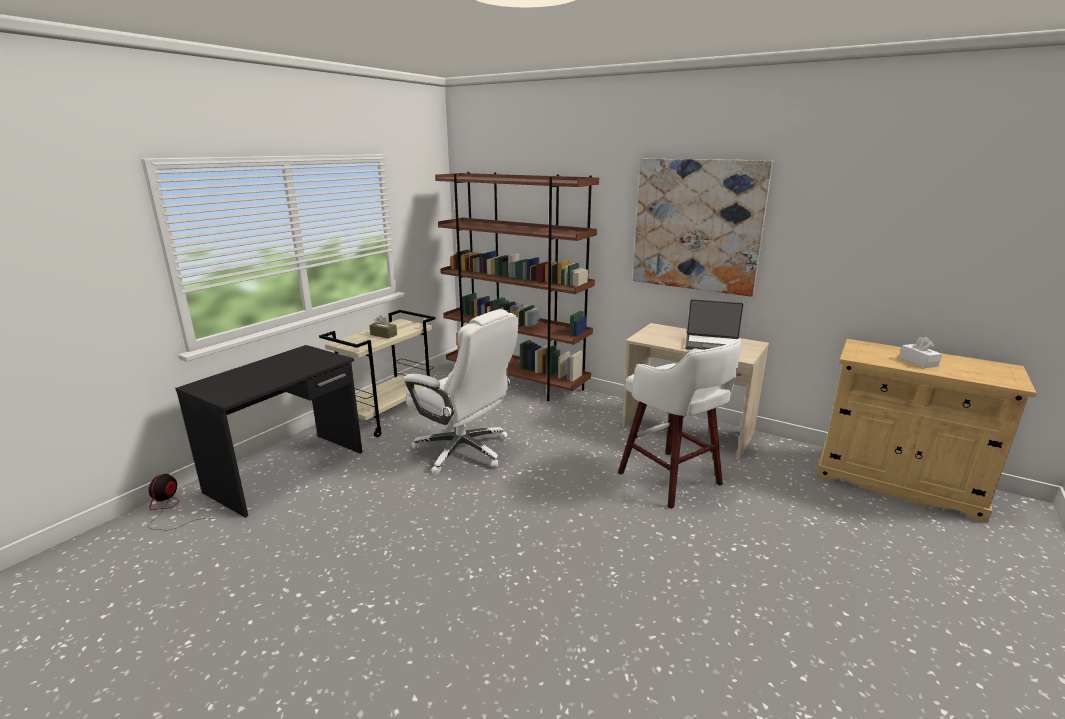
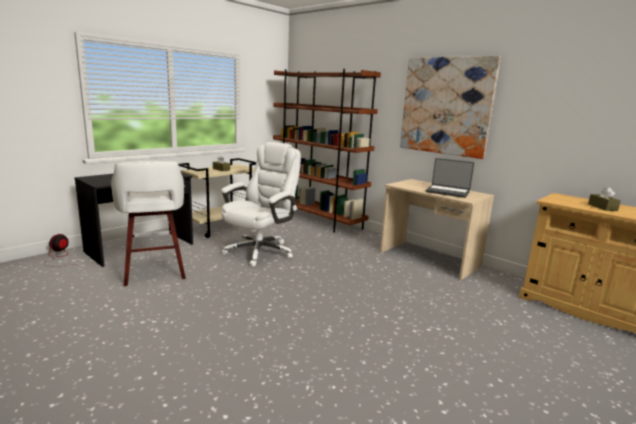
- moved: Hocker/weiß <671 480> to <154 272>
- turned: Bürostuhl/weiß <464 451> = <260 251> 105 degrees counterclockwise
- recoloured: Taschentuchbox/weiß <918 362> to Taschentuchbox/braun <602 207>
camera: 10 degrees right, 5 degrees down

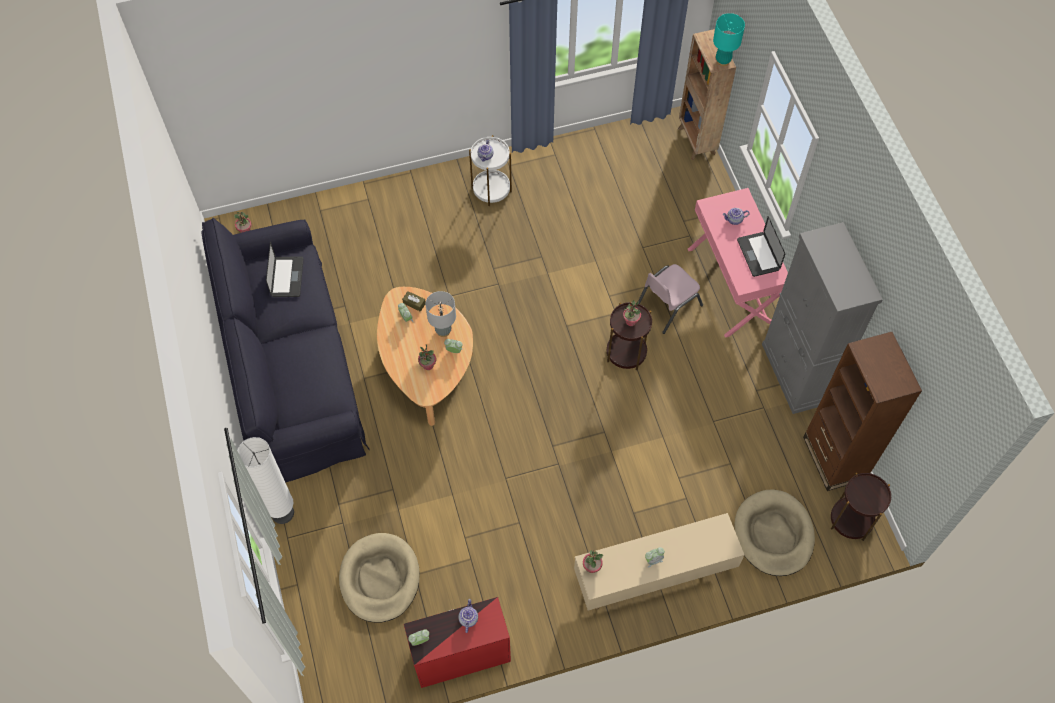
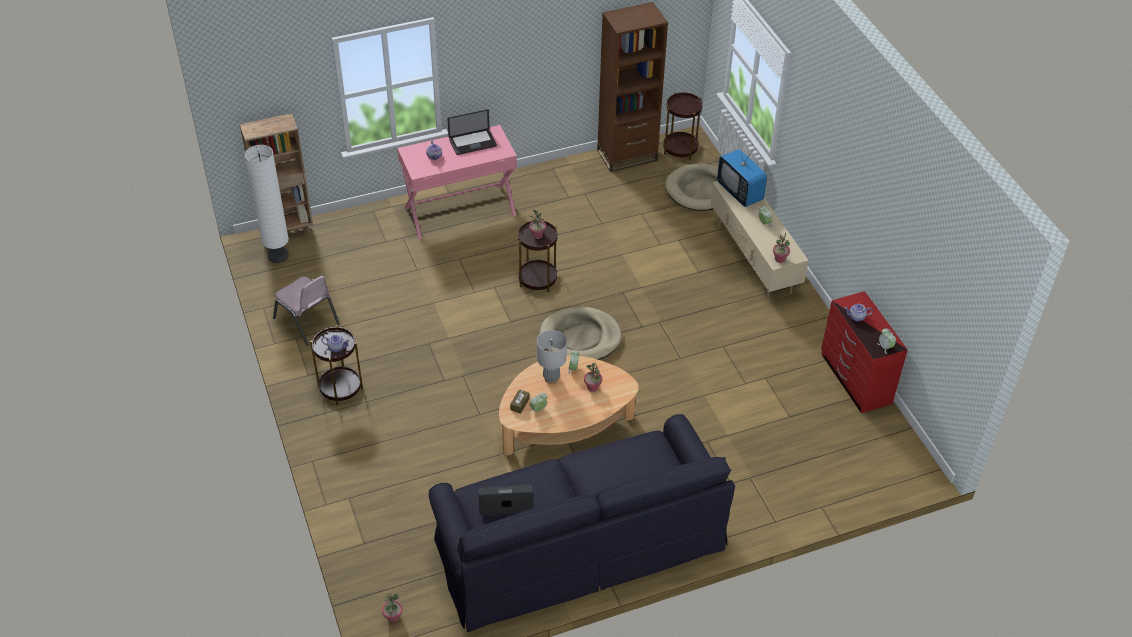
- moved: Stehlampe/weiß <282 513> to <278 256>
- moved: Stuhl/rosa <668 306> to <307 321>
- recoloured: Beistelltisch/weiß <491 189> to Beistelltisch/braun <340 388>
- moved: Hundebett/beige <380 579> to <580 338>
- added: Fernseher <740 192>
- removed: Tischlampe/türkis <722 61>
- removed: Schrank/grau <796 373>
camera: 95 degrees left, 15 degrees down

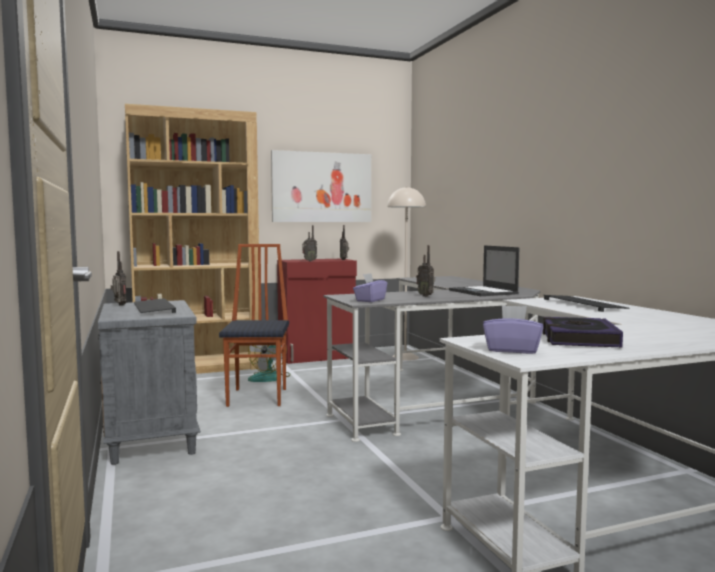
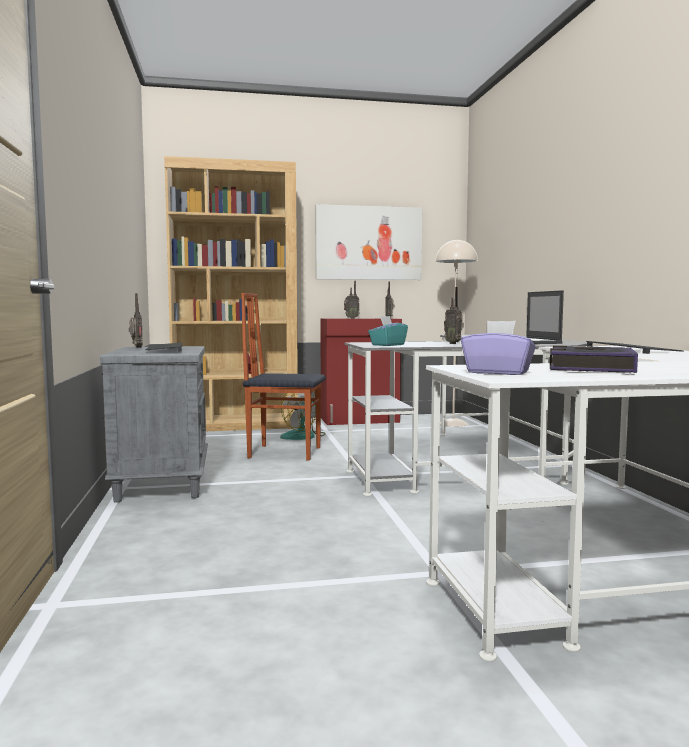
- turned: Stuhl <258 397> = <284 452> 90 degrees counterclockwise
- recoloured: Taschentuchbox/lila <370 300> to Taschentuchbox/türkis <387 345>
camera: 10 degrees right, 0 degrees up

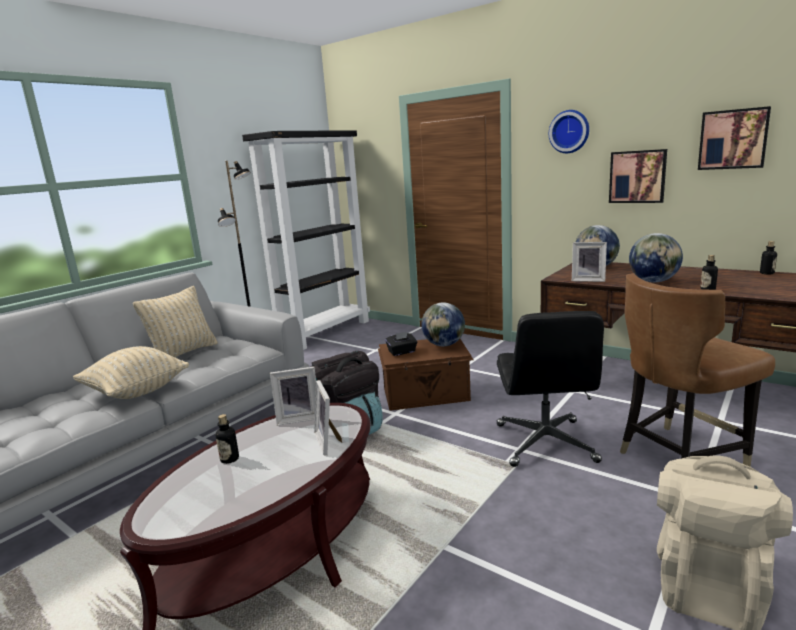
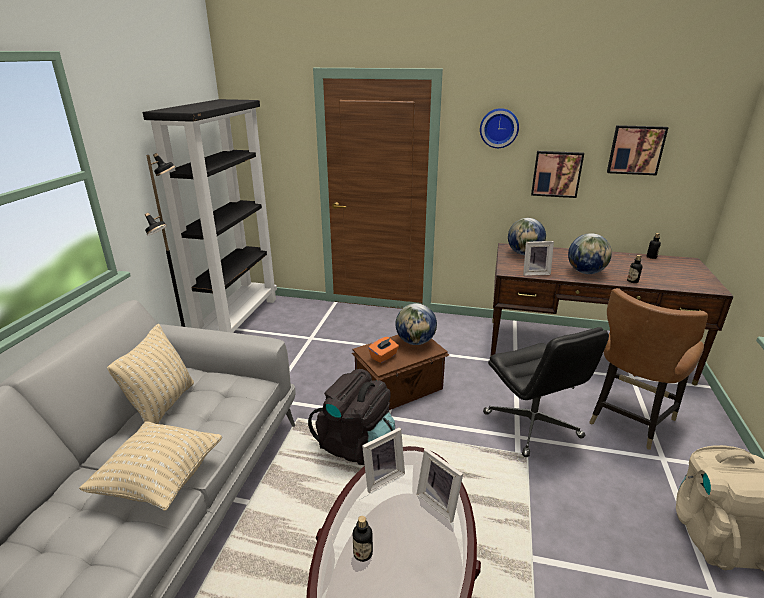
- recoloured: Taschentuchbox/schwarz <402 352> to Taschentuchbox/orange <383 356>
camera: 25 degrees left, 10 degrees up

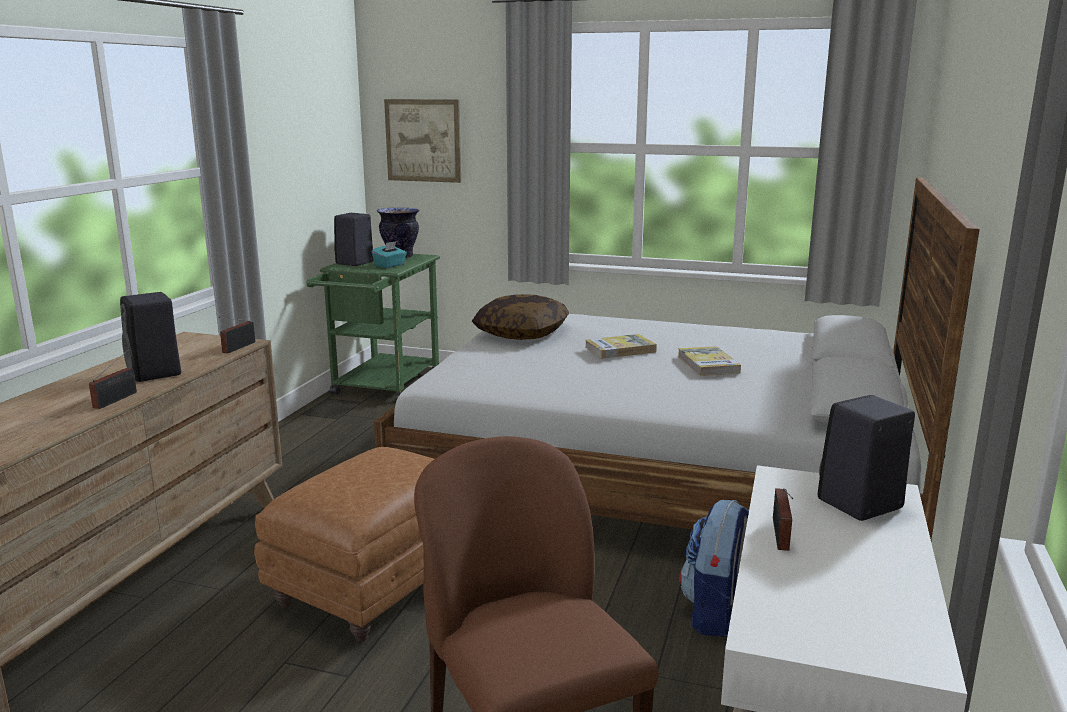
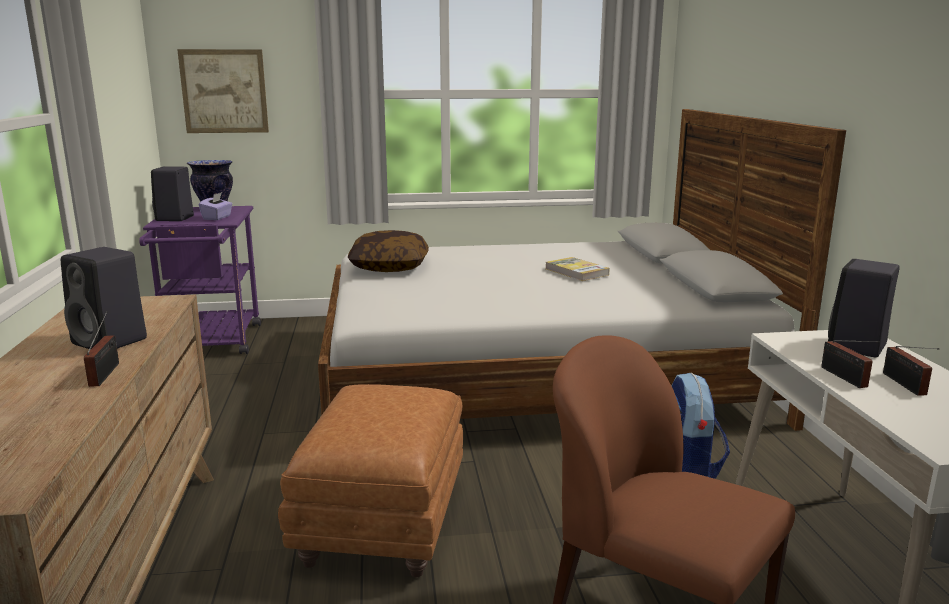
- recoloured: Rollwagen/grün <382 387> to Rollwagen/lila <212 344>
- recoloured: Taschentuchbox/türkis <390 265> to Taschentuchbox/lila <217 218>
- moved: Radio <237 348> to <905 385>
- removed: Buch <620 350>
camera: 25 degrees left, 0 degrees up

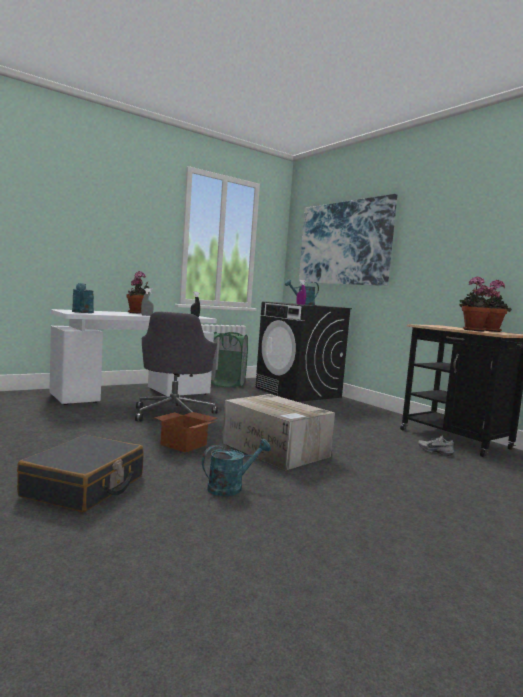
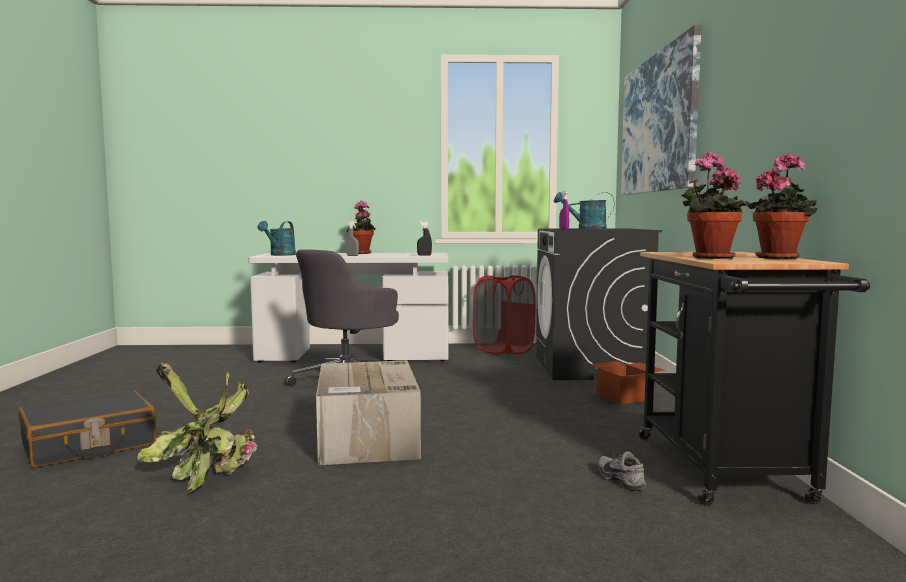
- replaced: Gießkanne/türkis <231 487> to Topfpflanze <209 472>
- recoloured: Wäschekorb/grün <226 384> to Wäschekorb/rot <503 350>
- moved: Karton <185 444> to <624 397>
camera: 35 degrees right, 0 degrees up

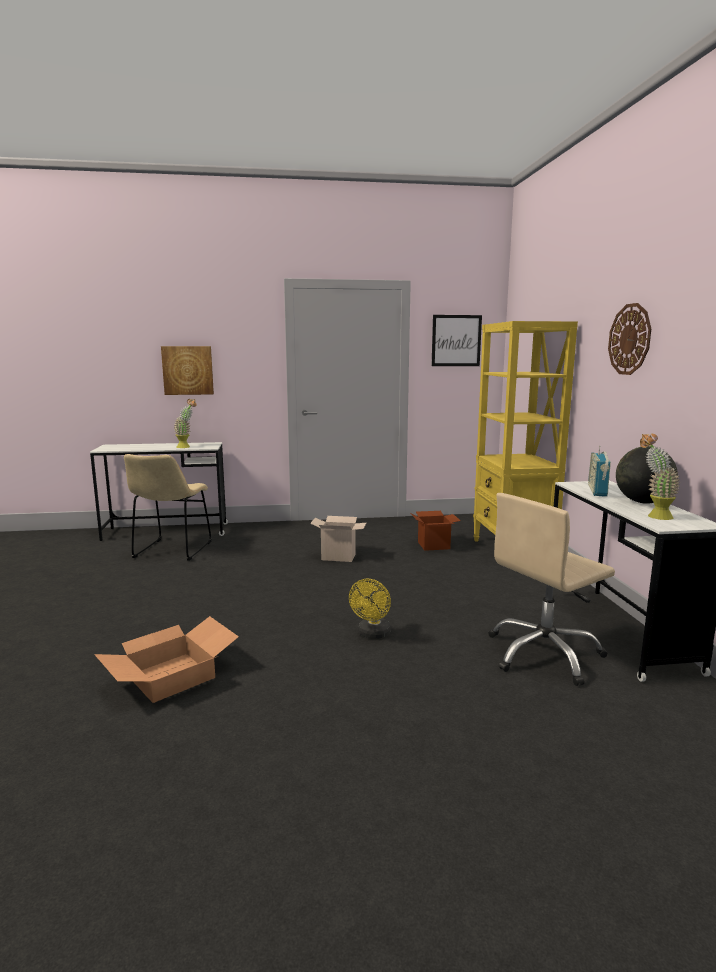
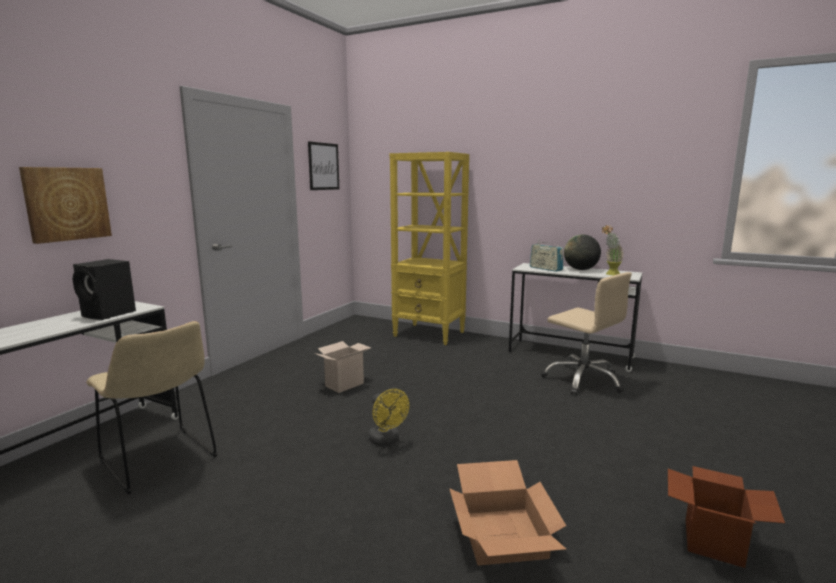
- replaced: Topfpflanze <187 447> to Lautsprecher/schwarz <109 314>
- moved: Ventilator/gelb <372 634> to <387 441>
- turned: Bürostuhl/beige <544 654> = <583 380> 45 degrees counterclockwise
- moved: Karton <433 545> to <713 542>
- removed: Wanduhr <629 339>
camera: 55 degrees left, 0 degrees up

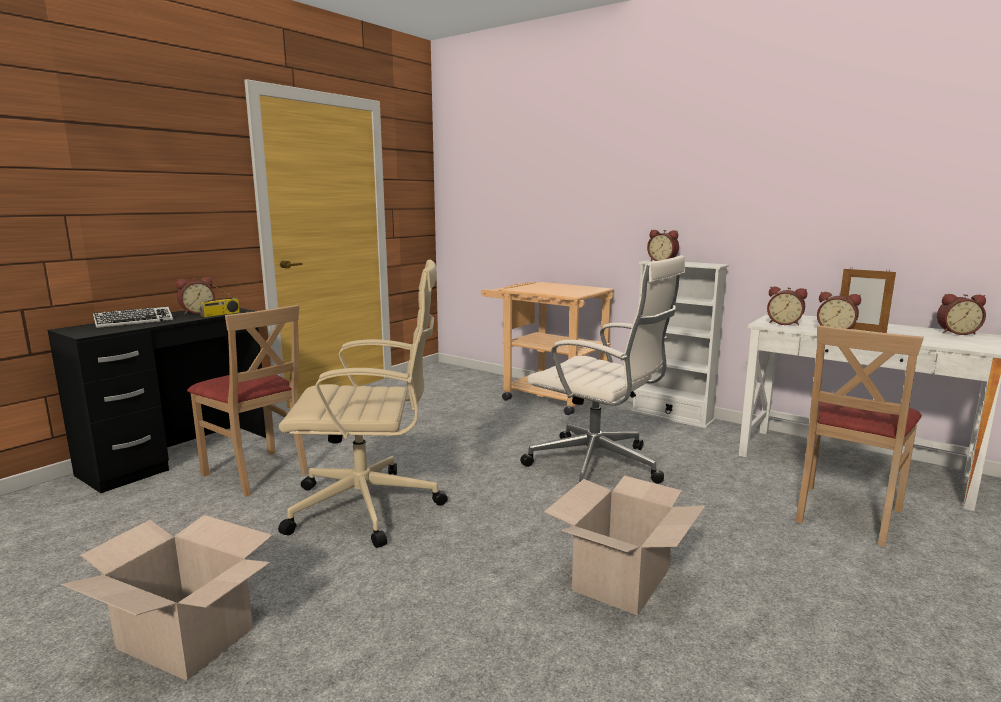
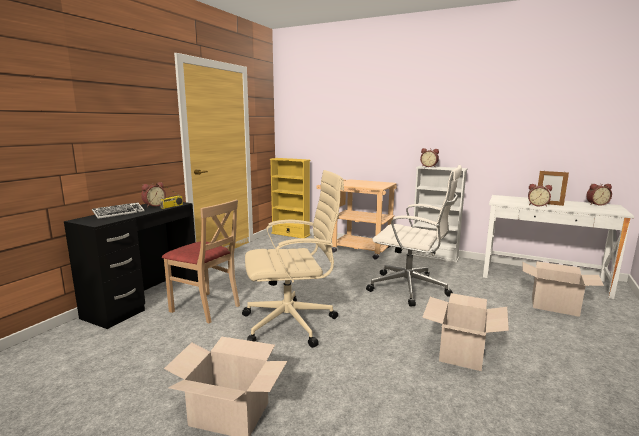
- added: Bücherregal/gelb <290 234>
- replaced: Stuhl/beige <845 514> to Karton <554 306>
- removed: Wecker <784 323>
camera: 10 degrees left, 0 degrees up

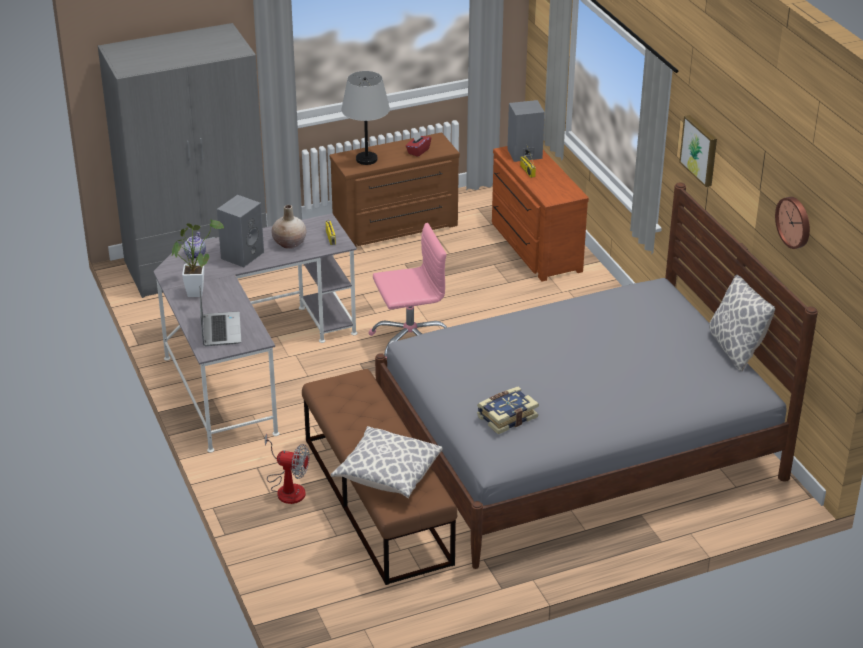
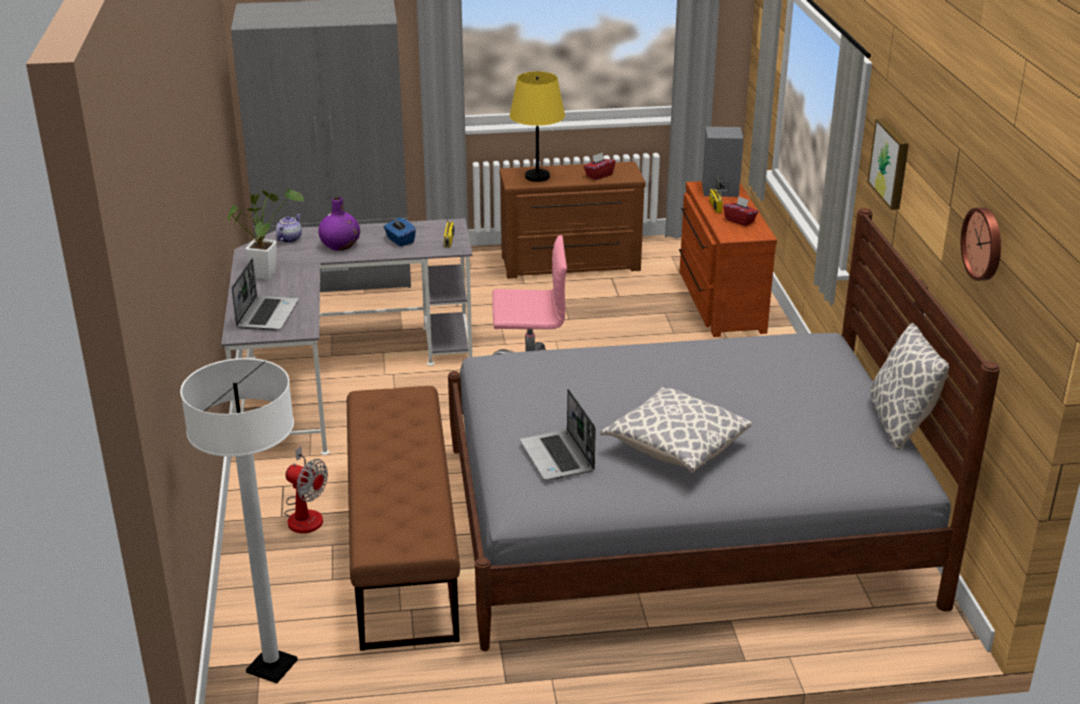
- added: Stehlampe/weiß <272 667>
- replaced: Lautsprecher/grau <242 255> to Vase/lila <340 245>
- replaced: Vase/beige <289 243> to Taschentuchbox/blau <400 240>
- recoloured: Tischlampe/grau <367 159> to Tischlampe/gelb <537 177>
- replaced: Buch <506 417> to Laptop <558 457>
- moved: Kissen <387 475> to <675 447>
- added: Taschentuchbox/rot <740 220>
camera: 15 degrees right, 5 degrees down

